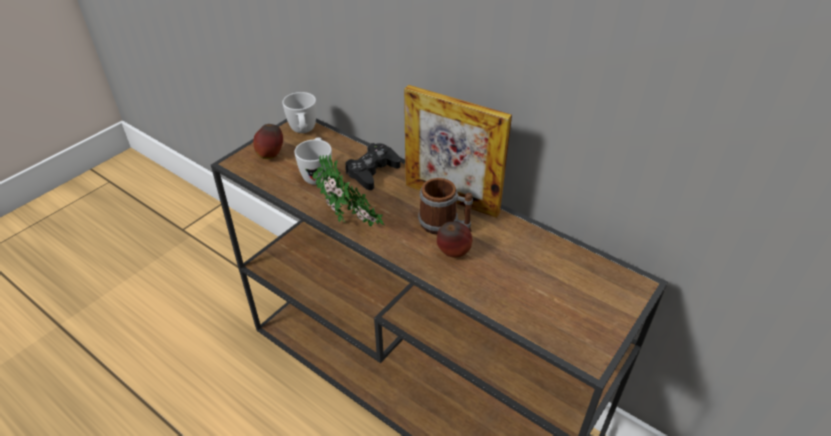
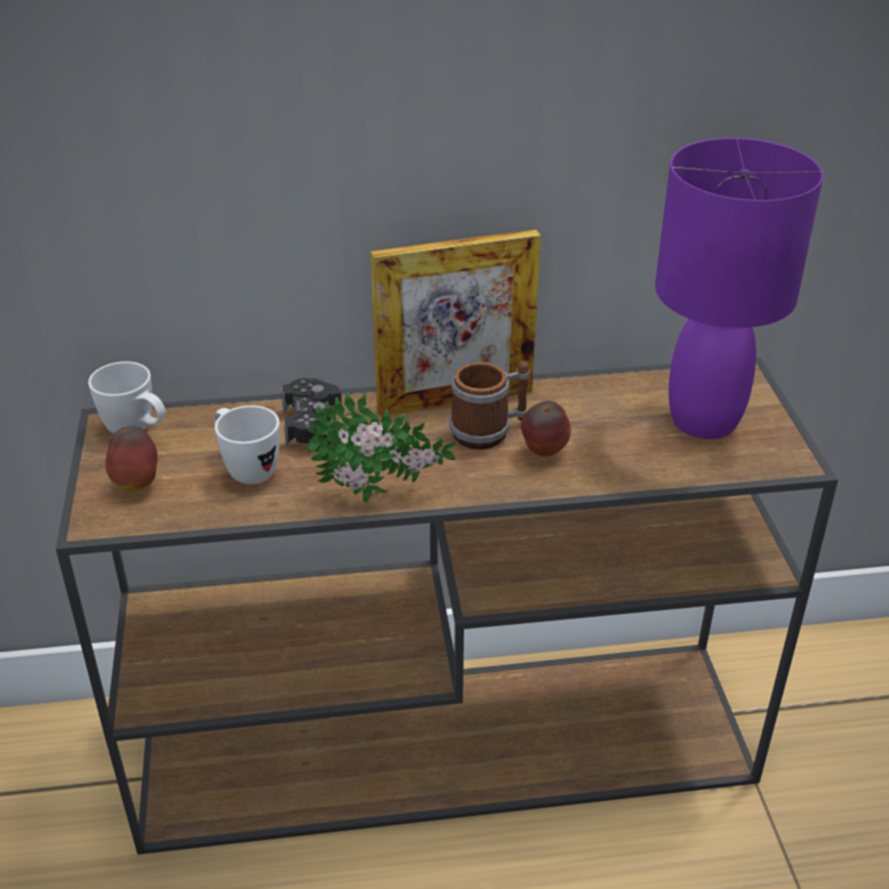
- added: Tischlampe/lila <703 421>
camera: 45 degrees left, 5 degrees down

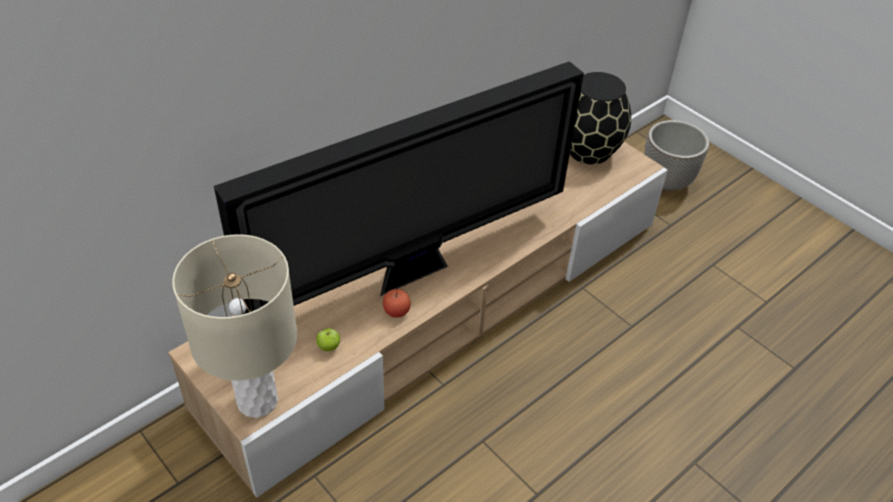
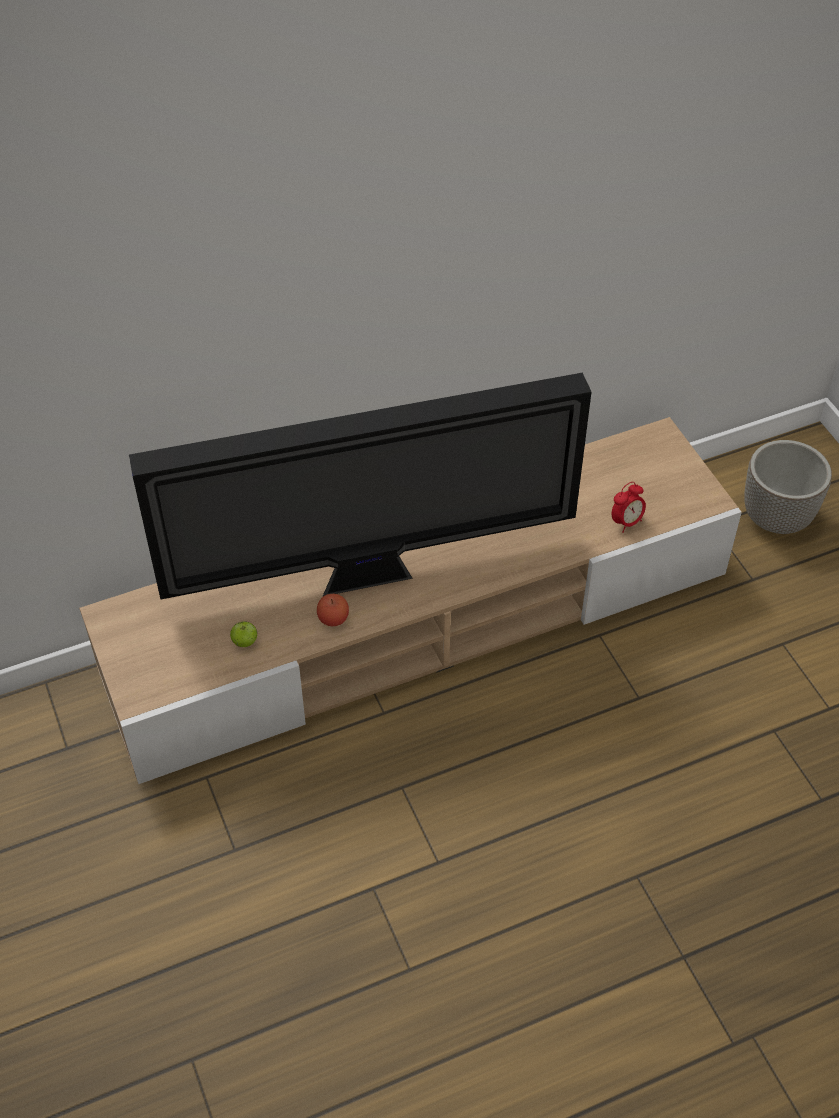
- added: Wecker <626 522>
- removed: Tischlampe/beige <258 400>
- removed: Vase/schwarz <588 150>
camera: 20 degrees right, 5 degrees up

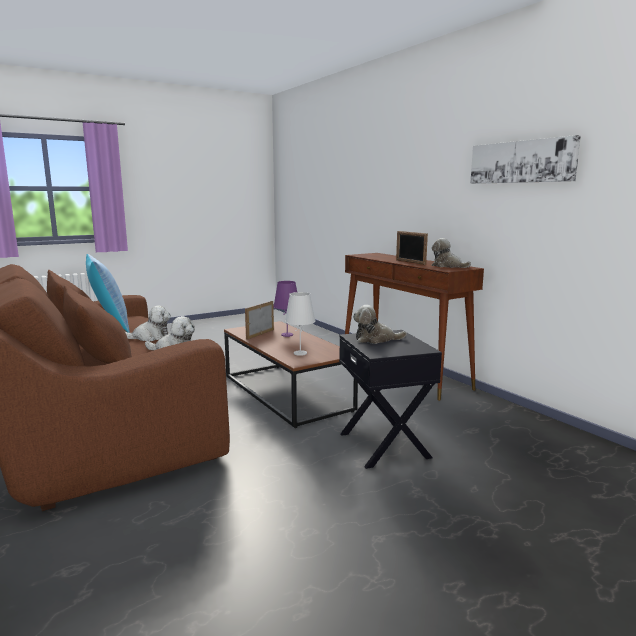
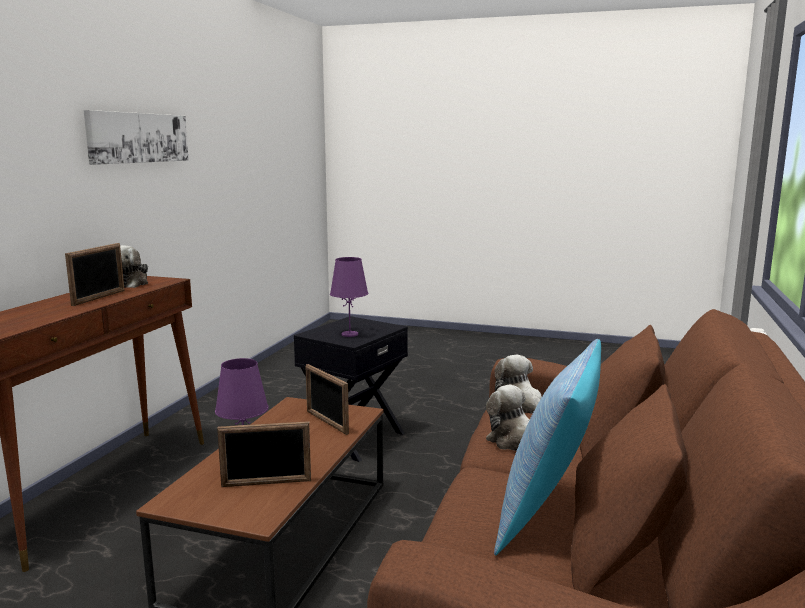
- replaced: Tischlampe/weiß <300 353> to Bilderrahmen <326 422>
- replaced: Plüschtier <375 339> to Tischlampe/lila <350 334>
camera: 130 degrees left, 0 degrees up

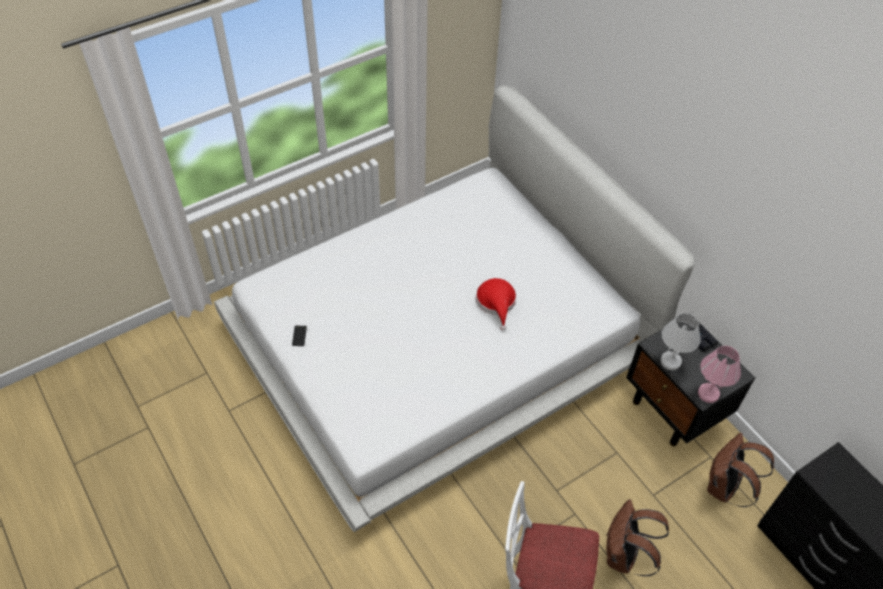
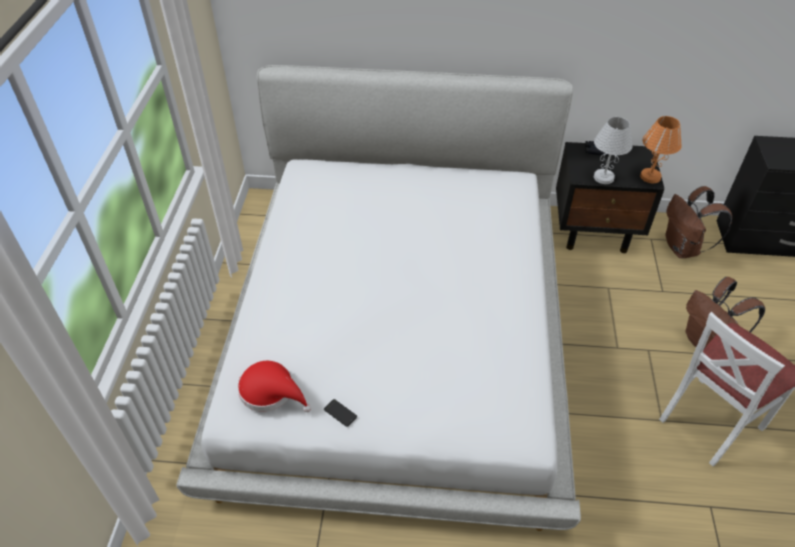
- moved: Hut/rot <496 302> to <271 391>
- recoloured: Tischlampe/rosa <708 394> to Tischlampe/orange <650 177>
camera: 50 degrees left, 5 degrees down

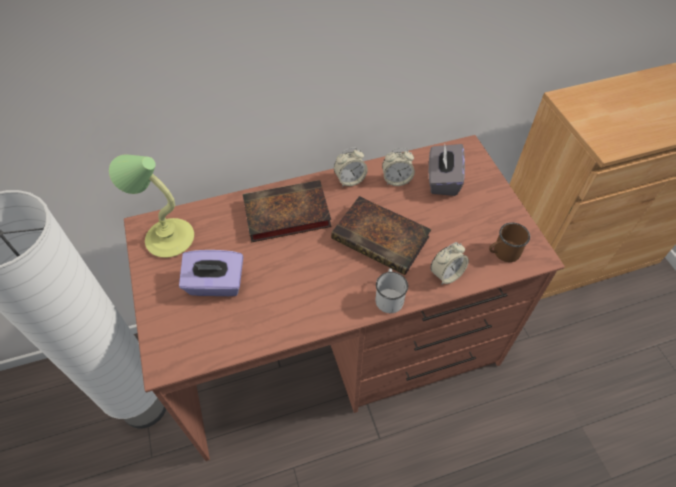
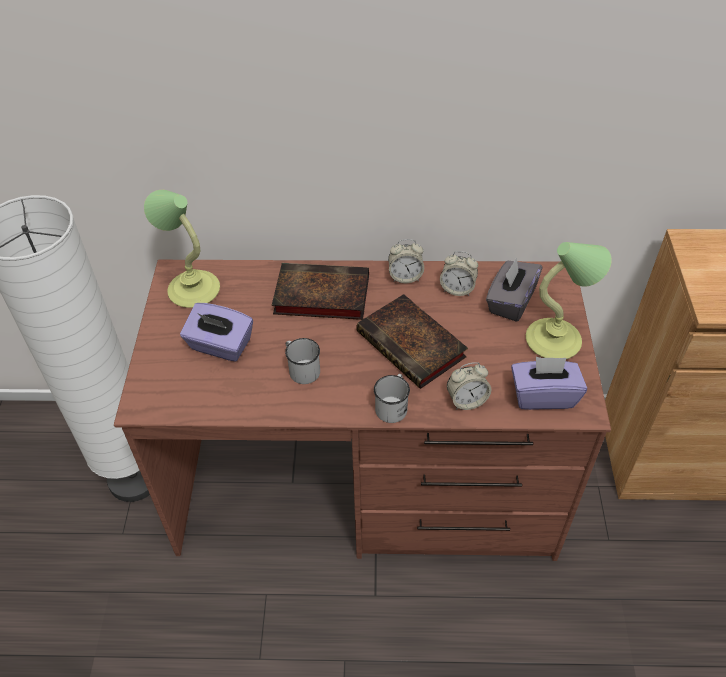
- added: Henkelbecher/weiß <301 369>
- replaced: Henkelbecher/braun <503 253> to Taschentuchbox/lila <543 395>
- added: Tischlampe <555 340>
camera: 20 degrees right, 5 degrees down

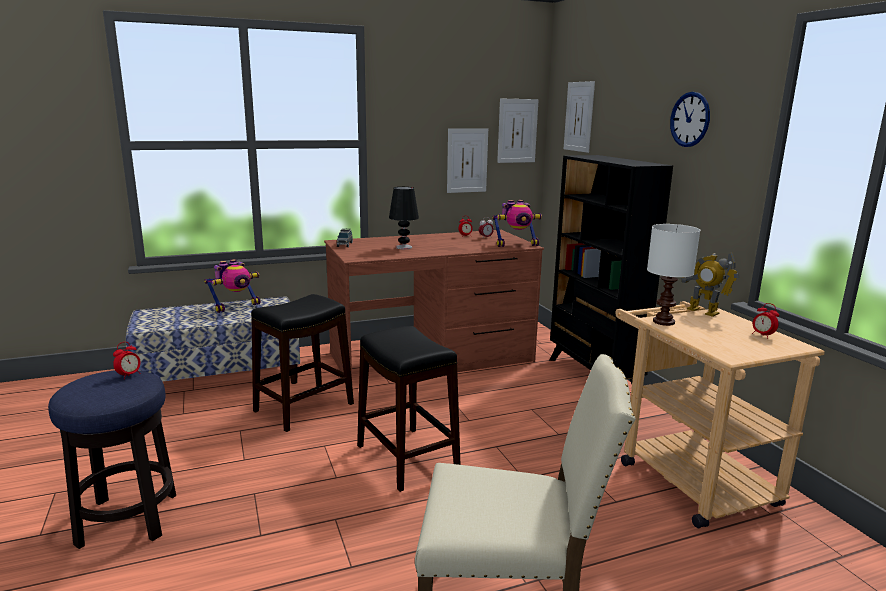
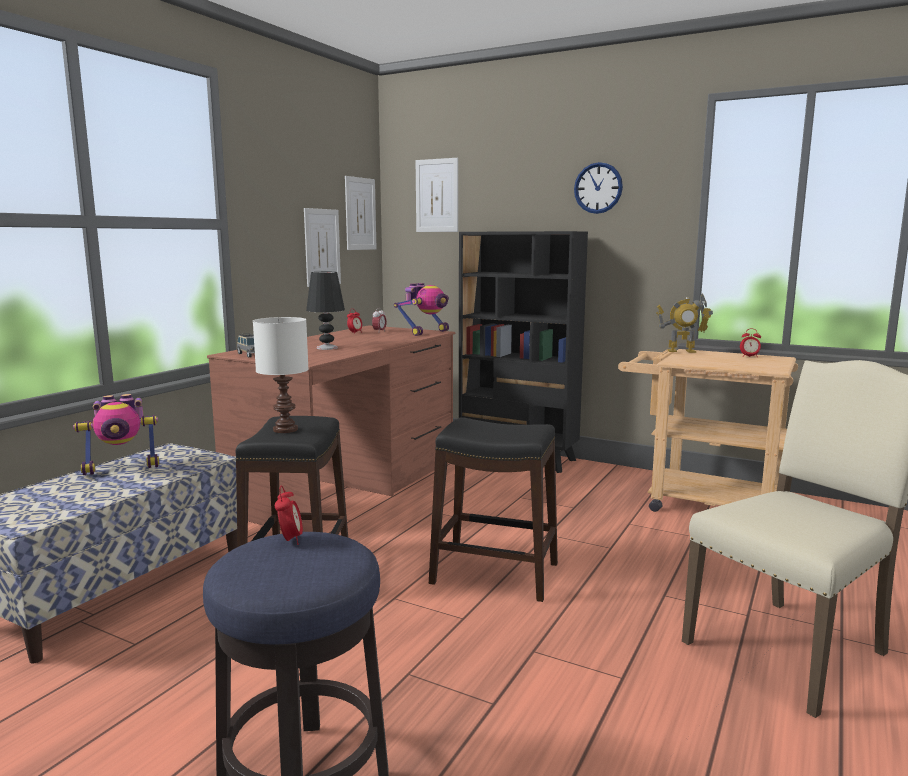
- turned: Spielzeugroboter <236 306> = <122 467> 60 degrees clockwise
- moved: Tischlampe/weiß <664 322> to <286 429>
camera: 40 degrees left, 5 degrees down

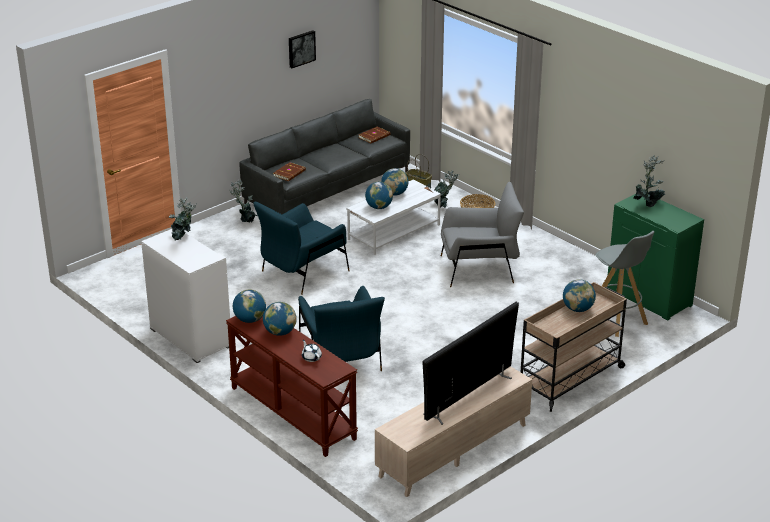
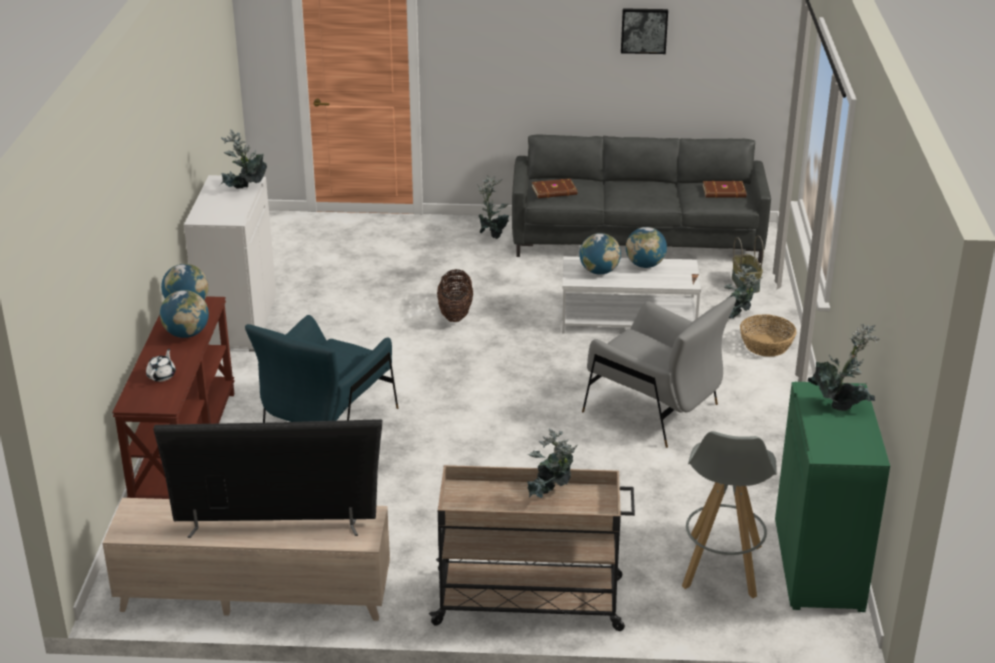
- replaced: Sessel/blau <303 272> to Korb <455 314>
- replaced: Globus <578 309> to Topfpflanze <551 495>
camera: 45 degrees right, 0 degrees up

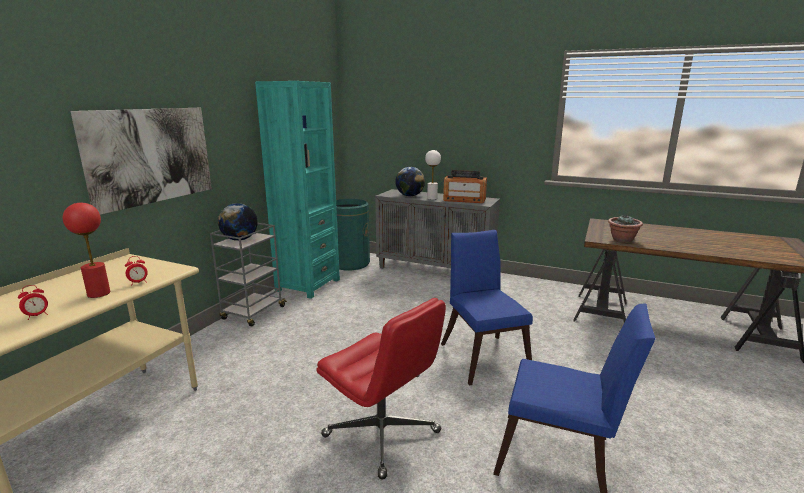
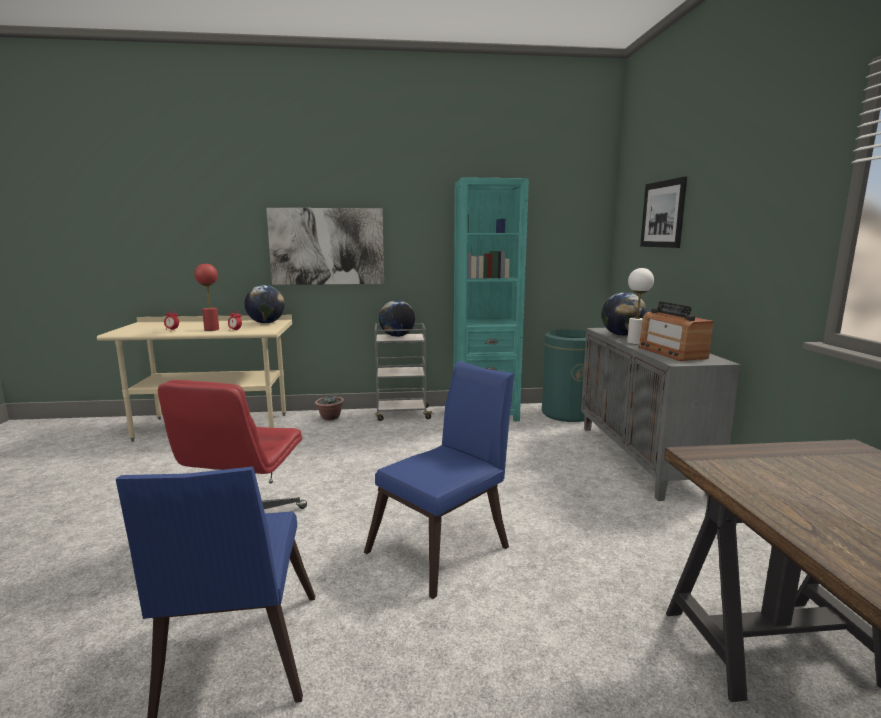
- added: Globus <266 323>
- moved: Topfpflanze <622 240> to <330 418>
- added: Bild <663 214>
camera: 60 degrees right, 5 degrees down

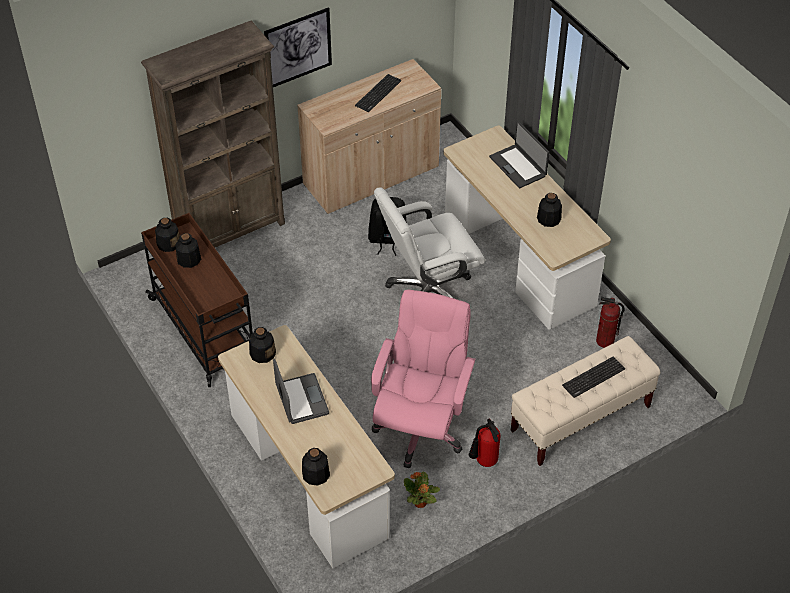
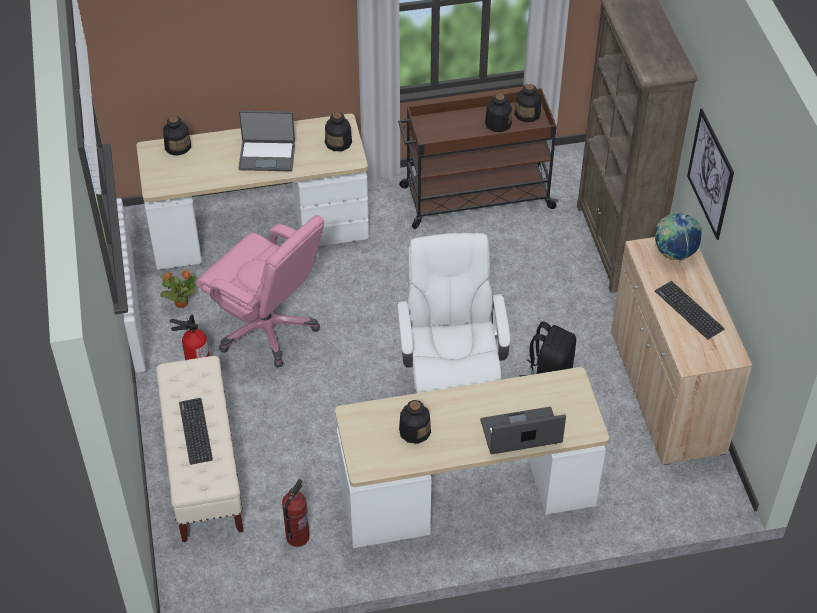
- added: Globus <674 253>
camera: 110 degrees right, 0 degrees up

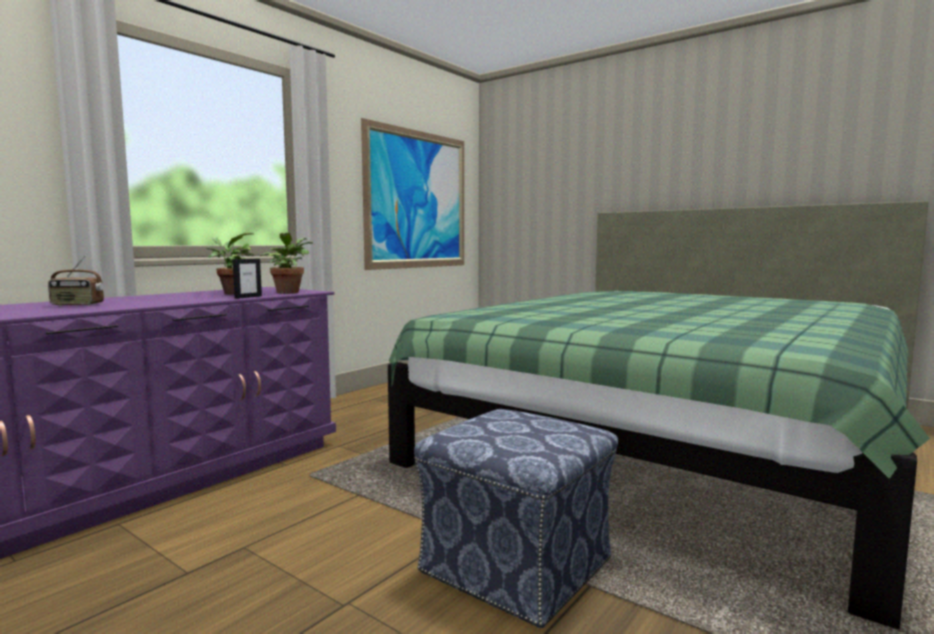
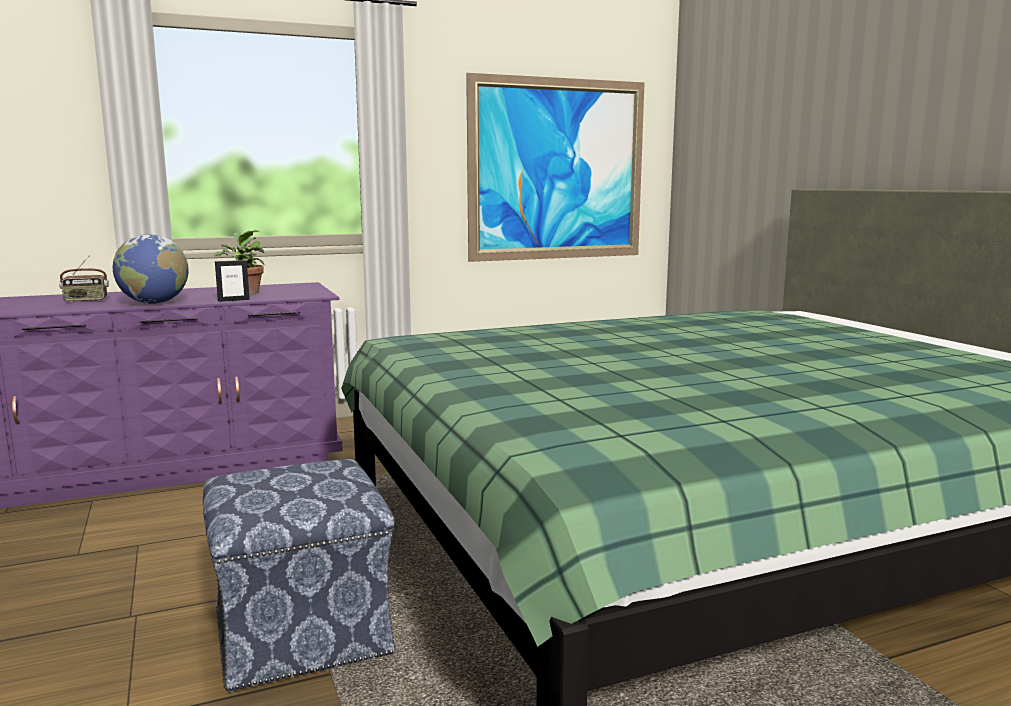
- turned: Radio <77 305> = <86 300> 45 degrees counterclockwise
- added: Globus <154 303>
- removed: Topfpflanze <288 292>
camera: 30 degrees right, 5 degrees up

